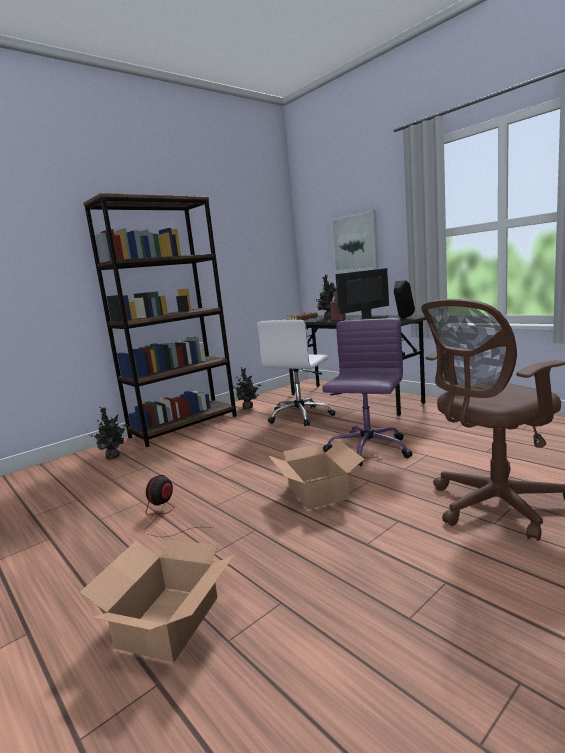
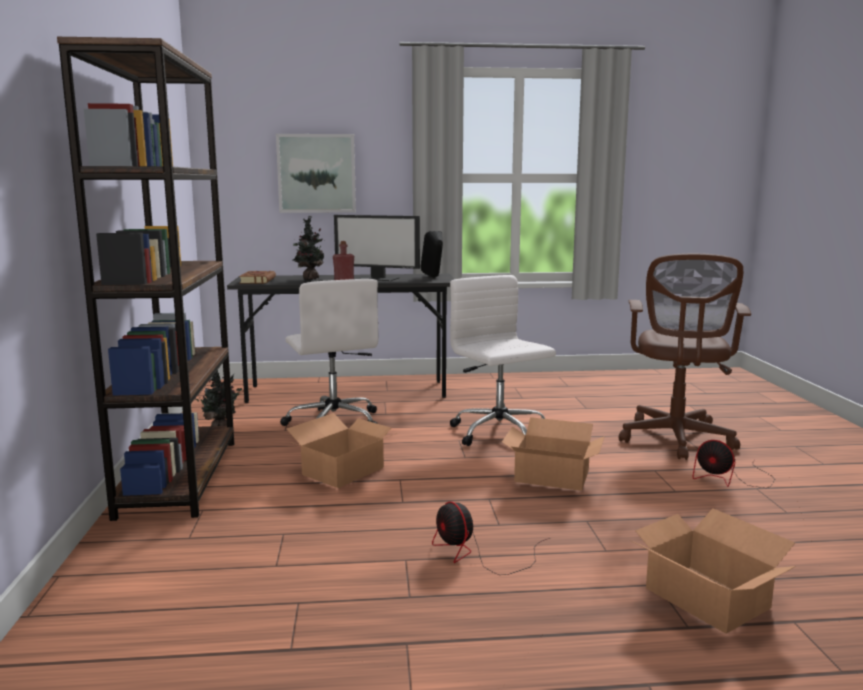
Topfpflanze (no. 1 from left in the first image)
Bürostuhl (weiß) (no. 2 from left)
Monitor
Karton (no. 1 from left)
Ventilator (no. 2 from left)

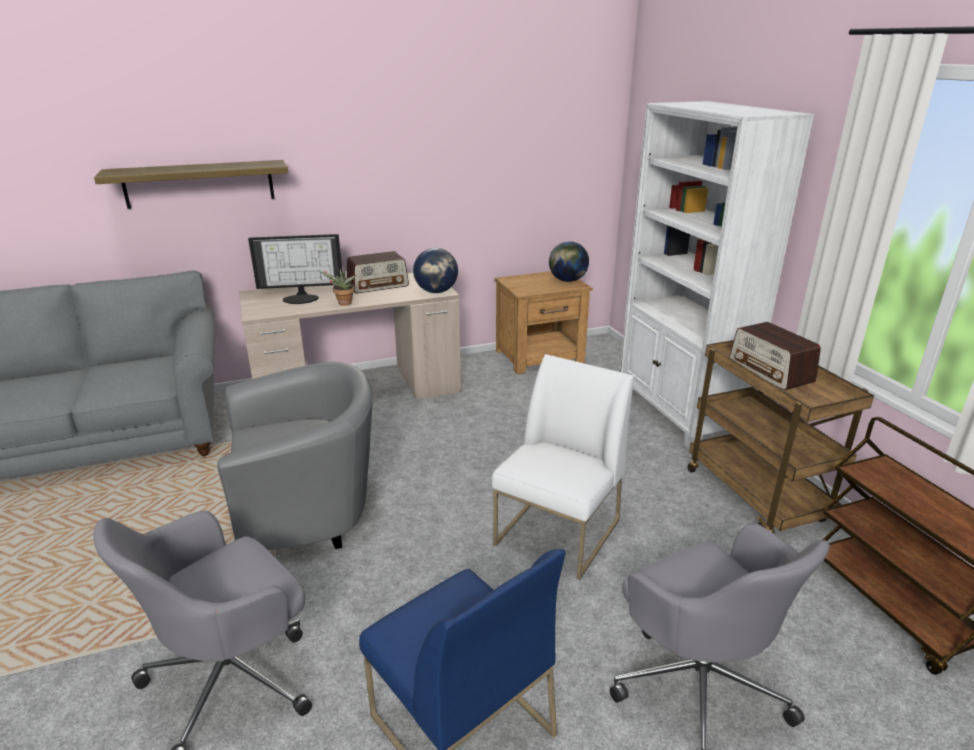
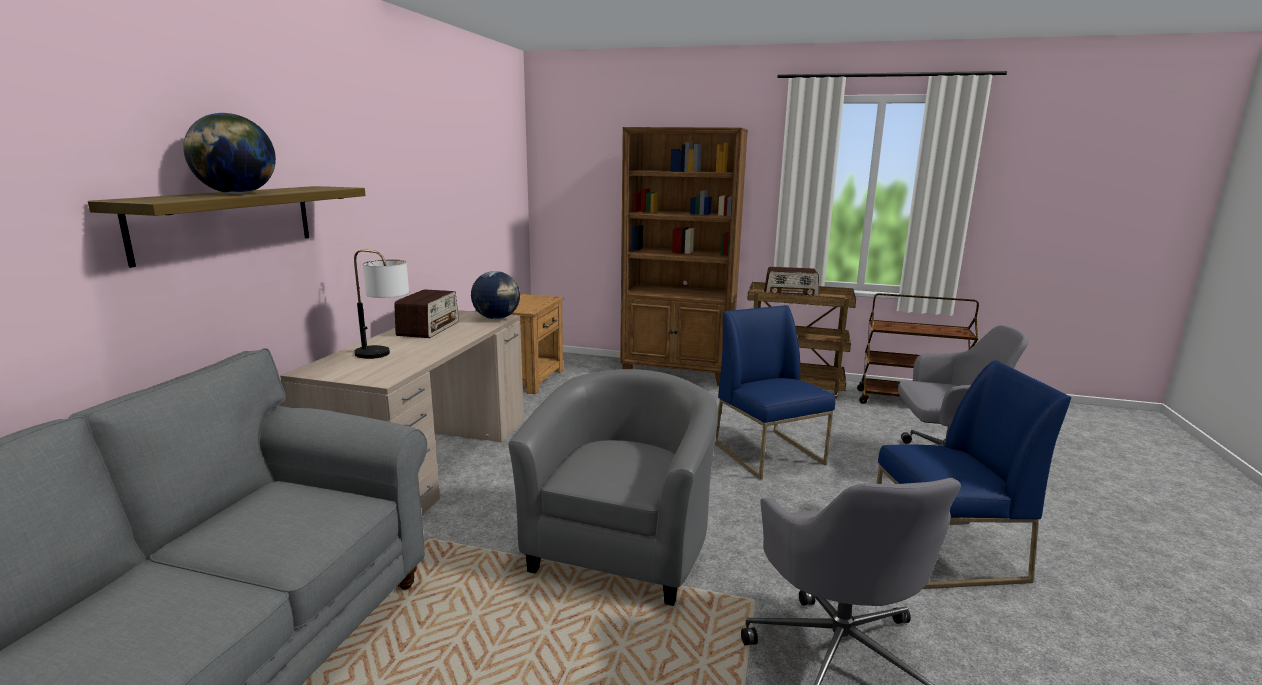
Tischlampe
Topfpflanze
Stuhl (blau) (no. 1 from left)
Globus (no. 1 from left)
Bücherregal (braun)

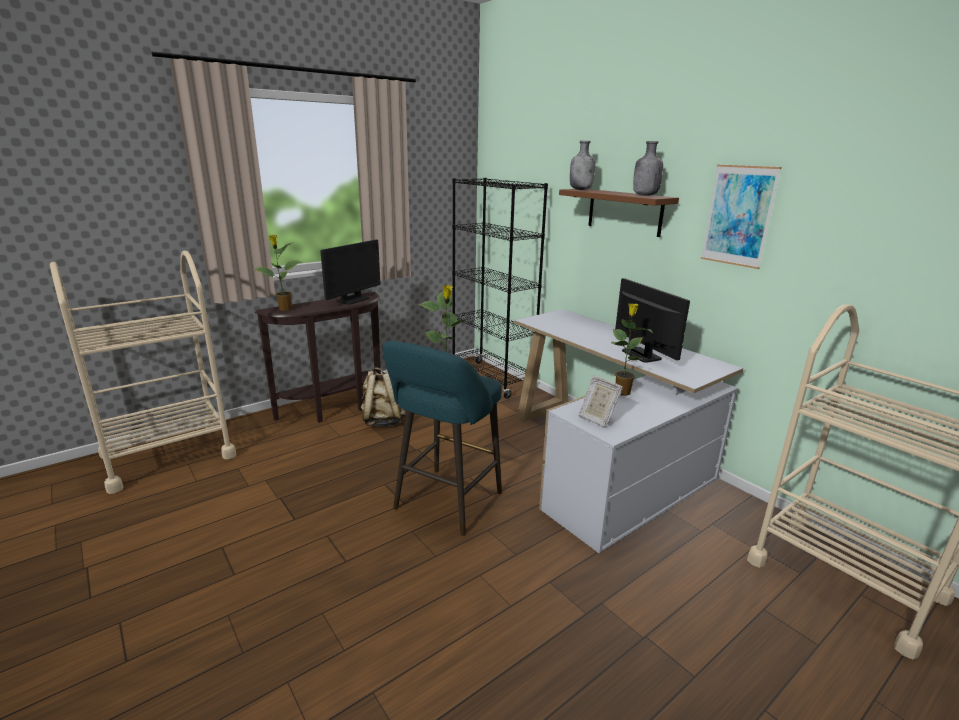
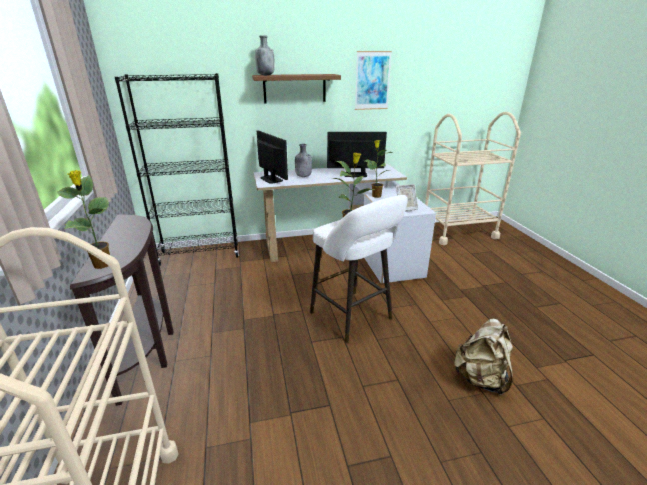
Monitor (no. 1 from left)
Rucksack (beige)
Hocker (weiß)
Flasche (grau) (no. 2 from left)

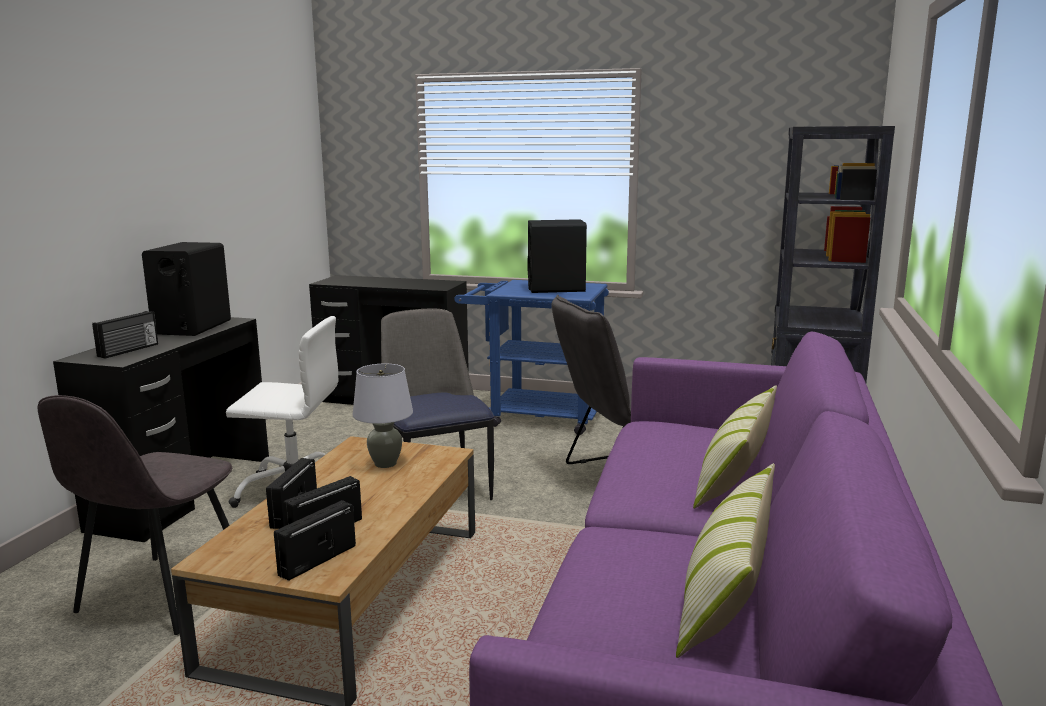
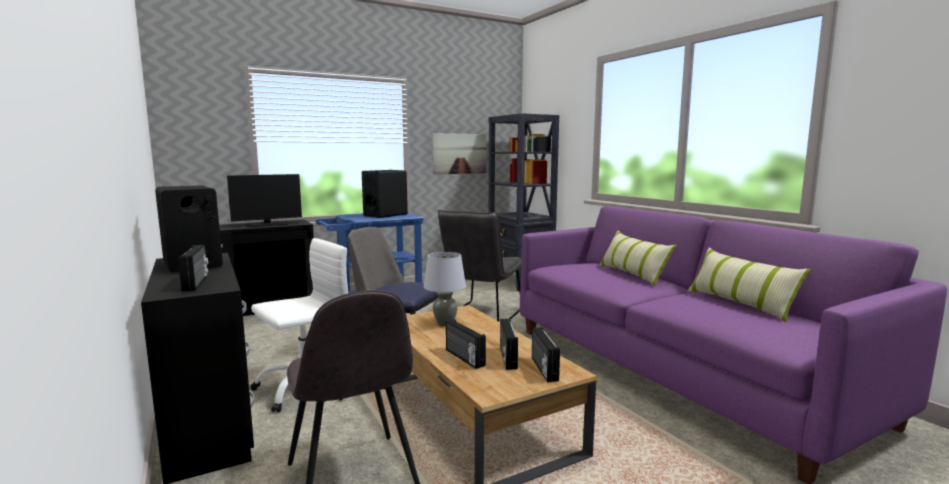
Monitor
Bild

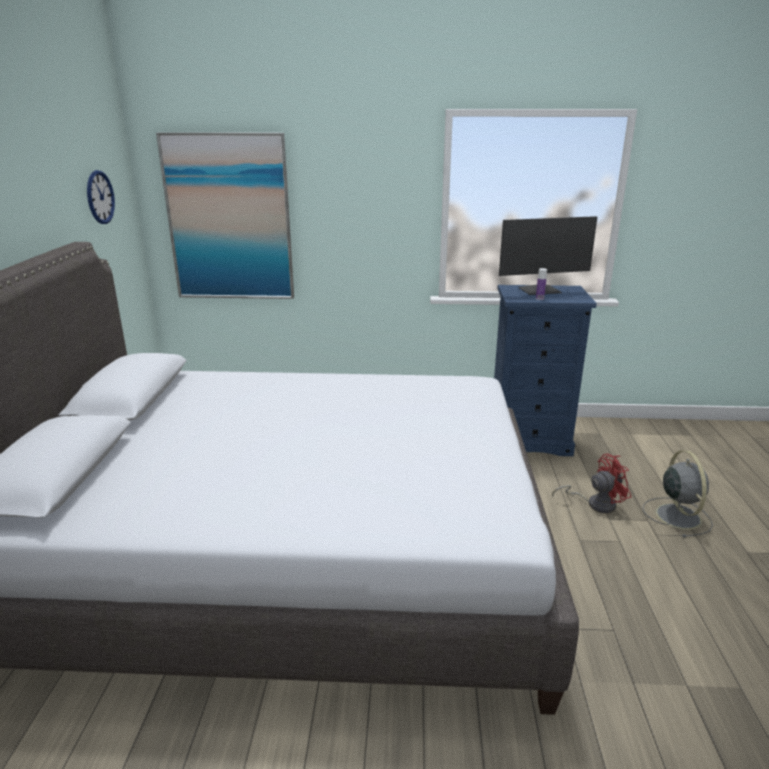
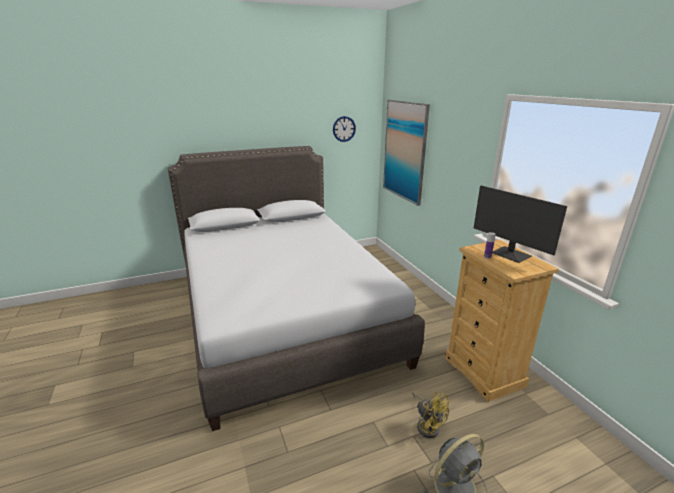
Kommode (beige)
Ventilator (gelb)

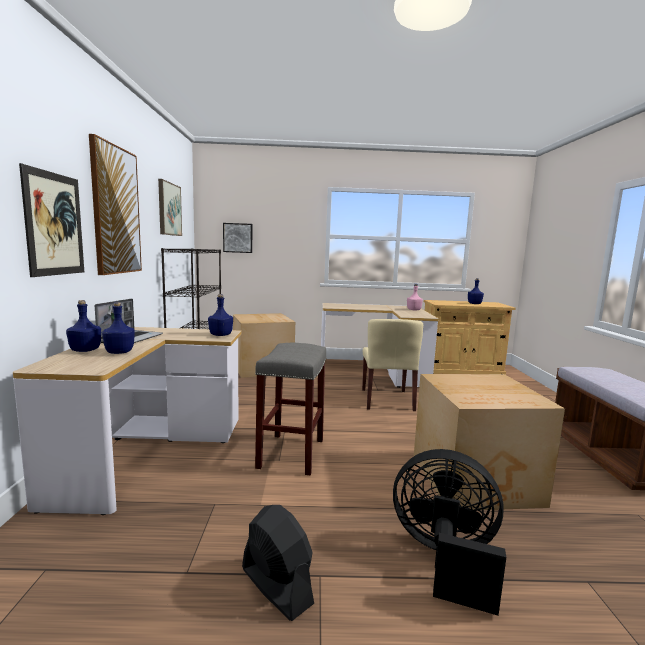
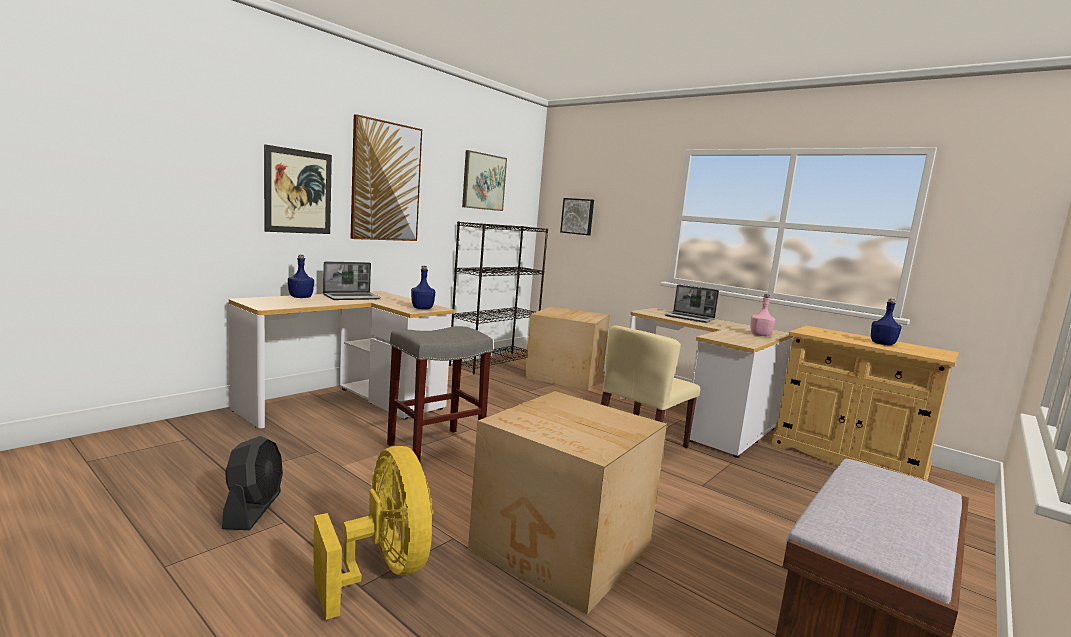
Flasche (blau) (no. 2 from left in the first image)
Ventilator (gelb)
Laptop (no. 2 from left)

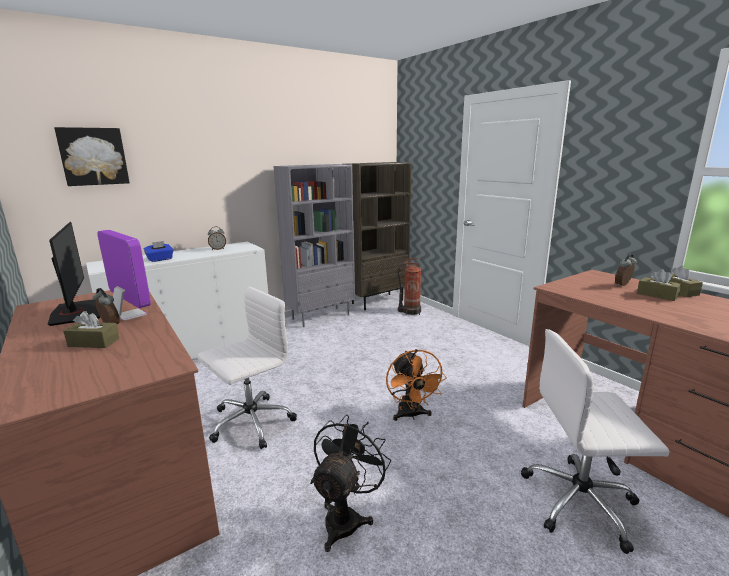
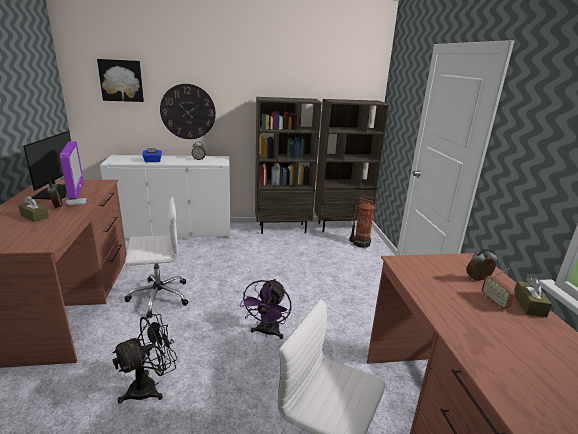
Bücherregal (braun) (no. 1 from left)
Ventilator (lila)
Radio
Wanduhr

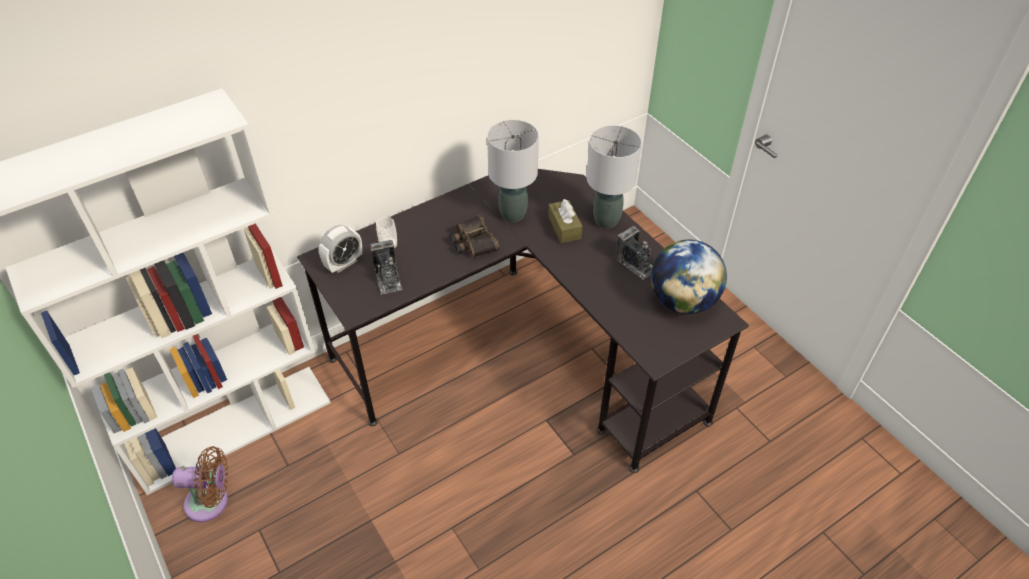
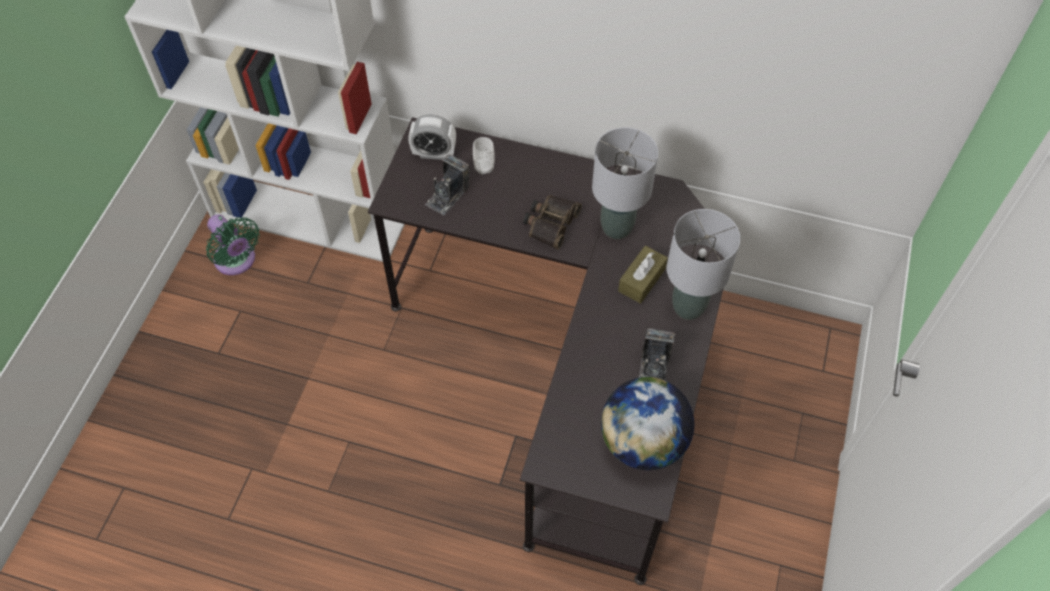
Ventilator (grün)

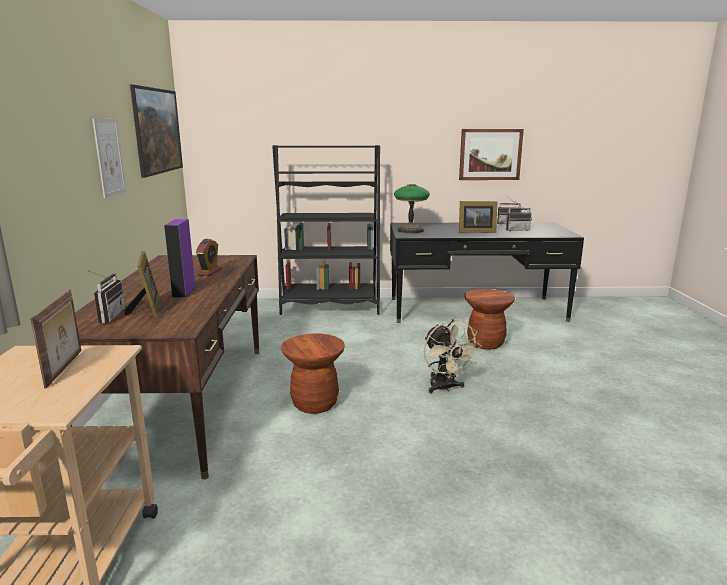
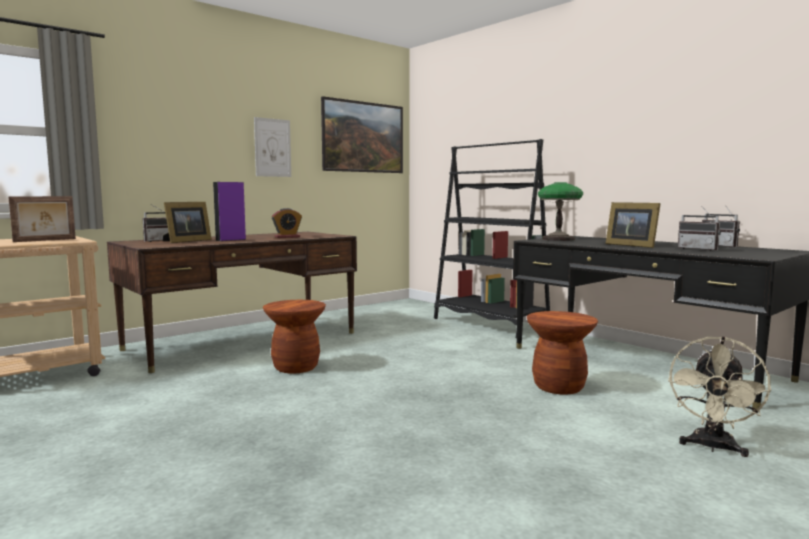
Ventilator (beige)
Bild (no. 3 from left in the first image)

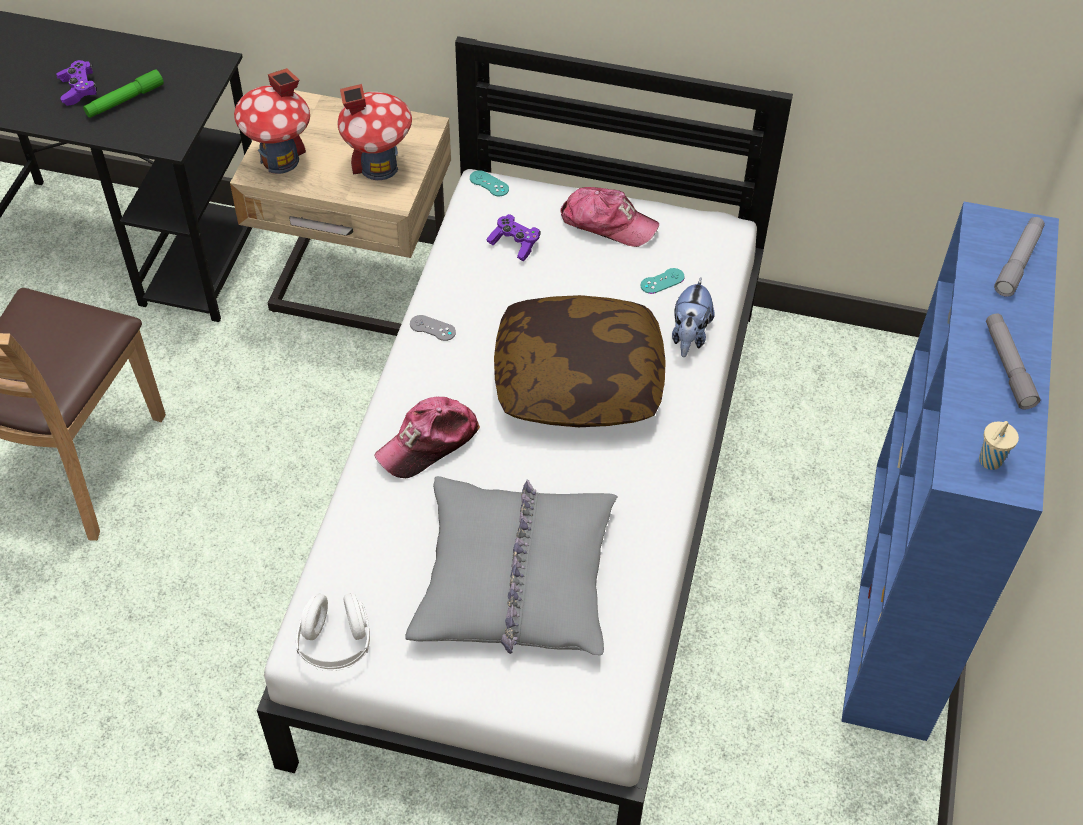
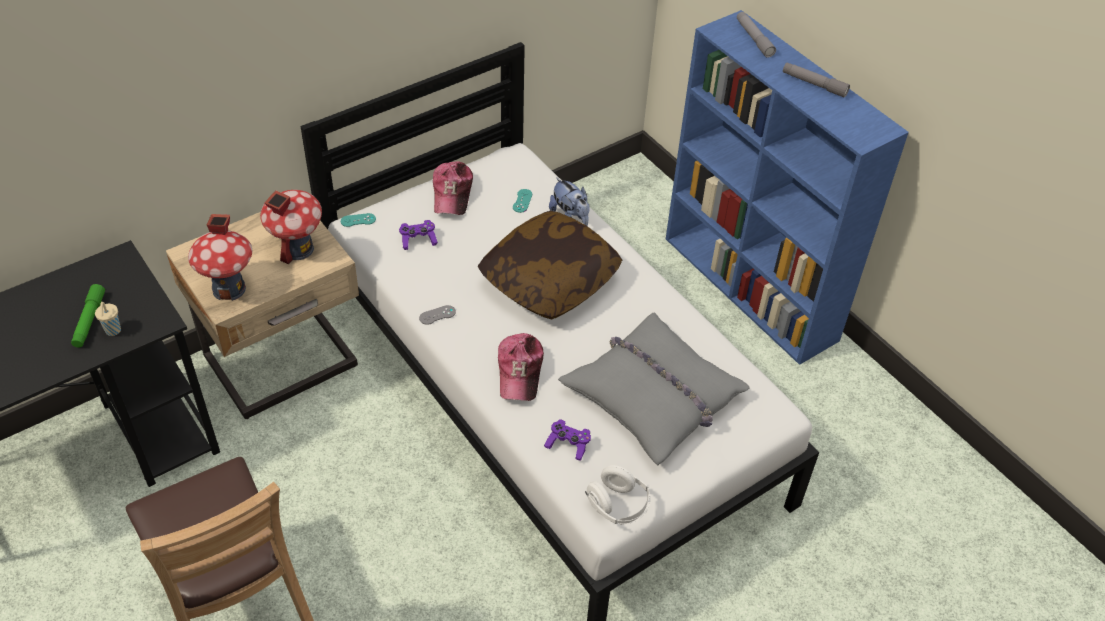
Gamepad (lila) (no. 2 from left)
Kappe (no. 1 from left)
Tasse (beige)

